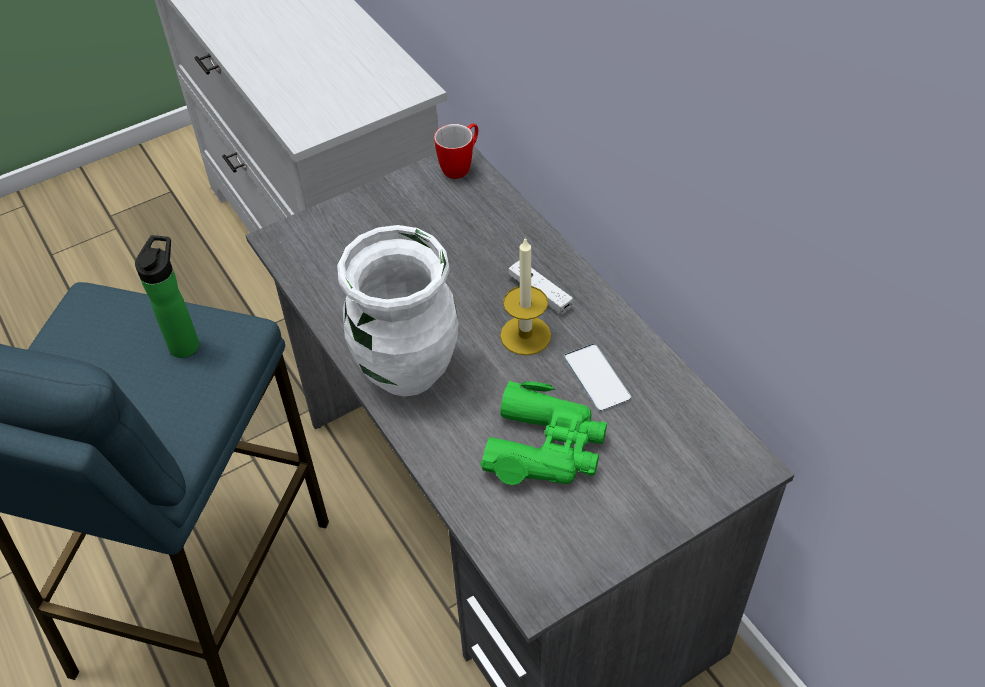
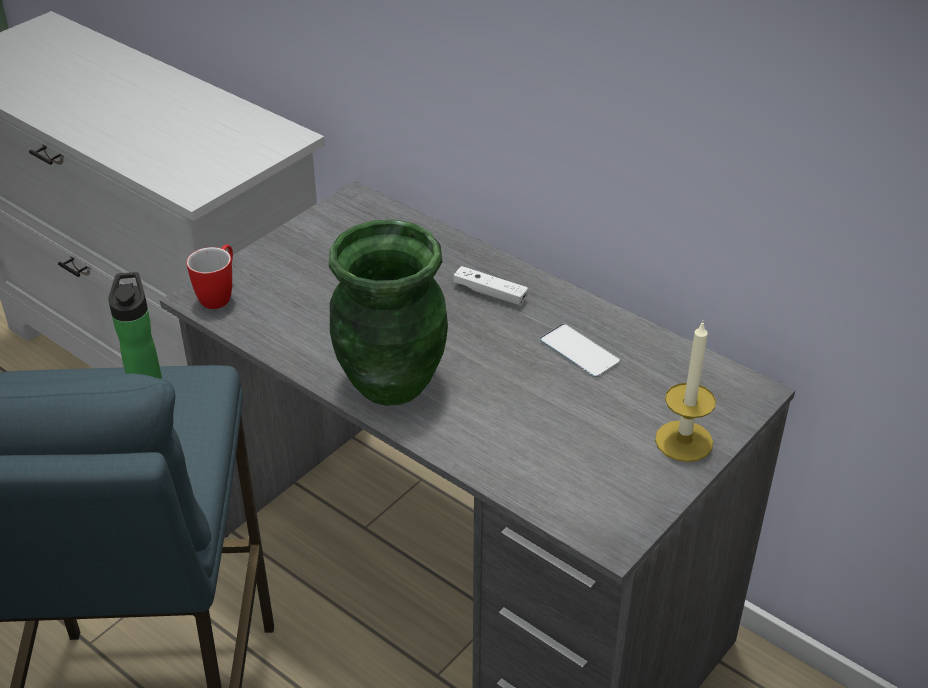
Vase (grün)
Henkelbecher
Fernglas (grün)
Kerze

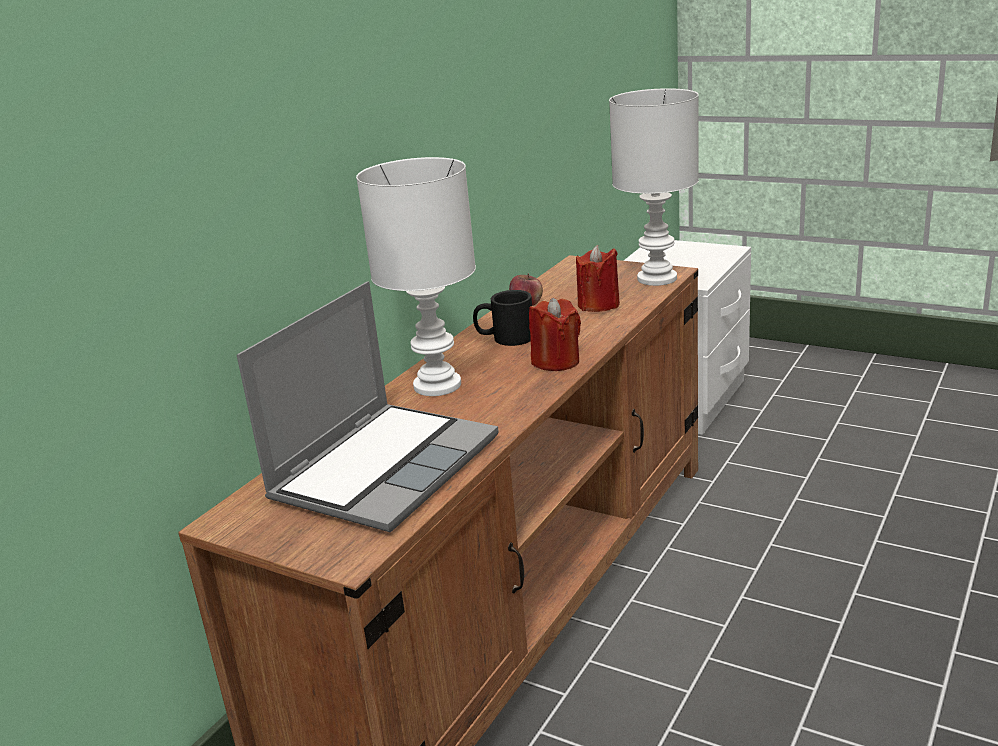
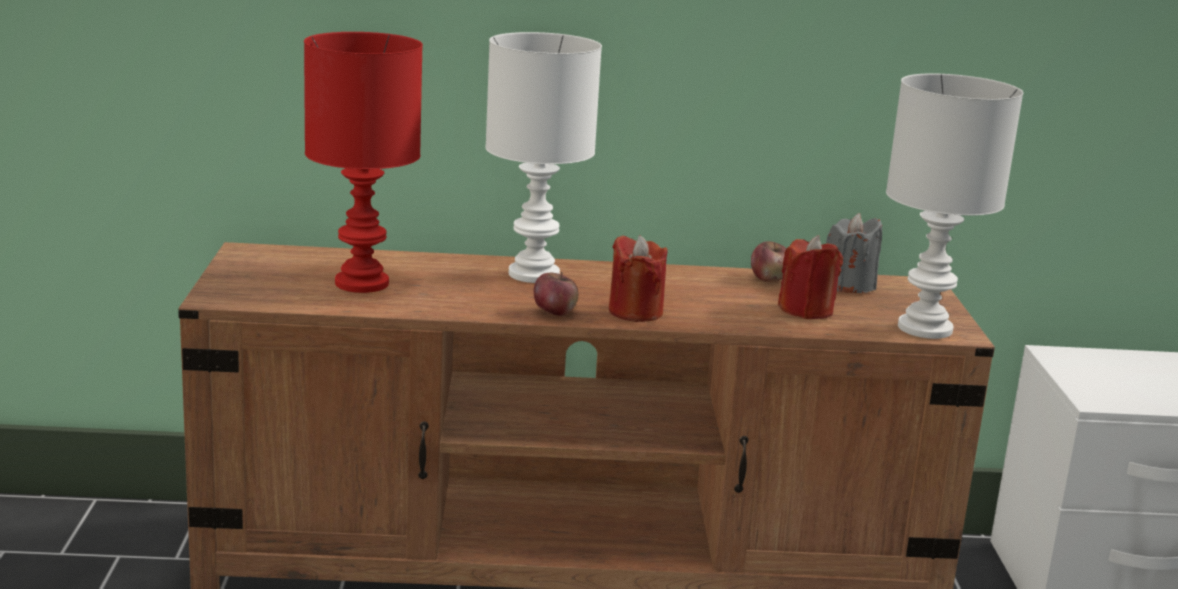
Tischlampe (rot)
Henkelbecher (schwarz)
Apfel (no. 1 from left)
Kerze (grau)

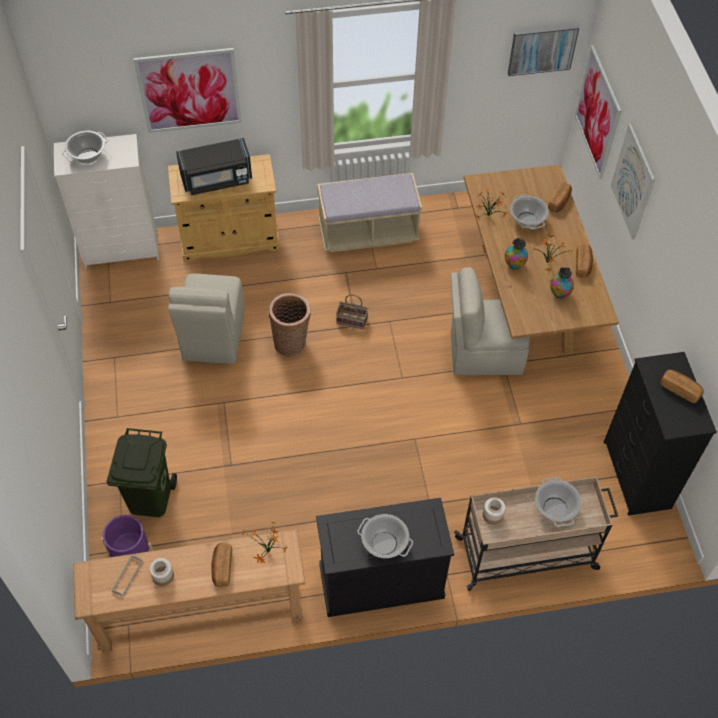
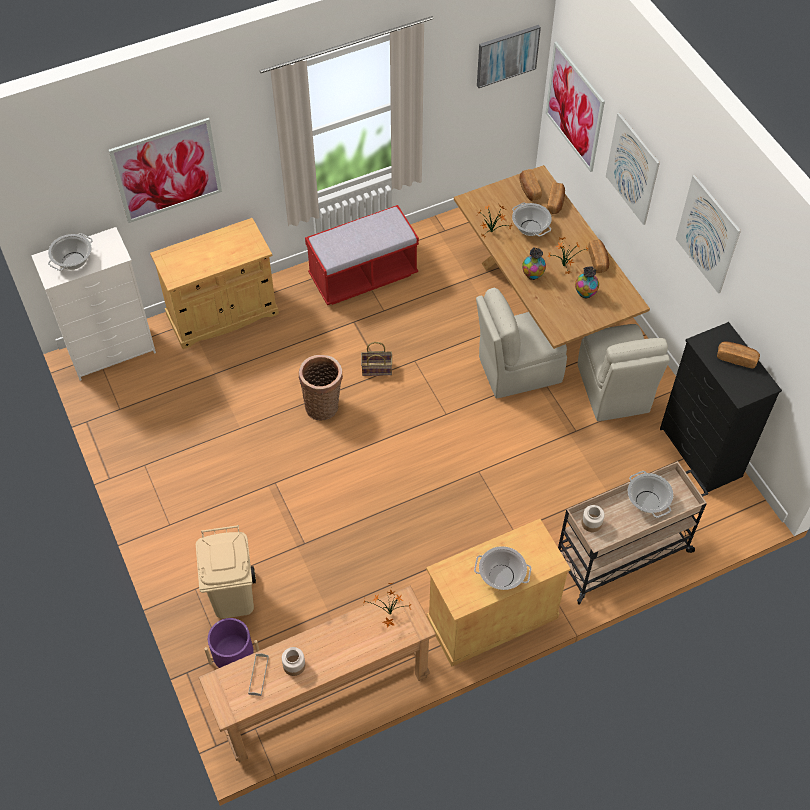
Mülleimer (beige)
Stuhl (beige) (no. 2 from left)
Mikrowelle (schwarz)
Brot (no. 1 from left)
Schrank (beige) (no. 2 from left)
Bank (rot)
Bild (no. 5 from left)

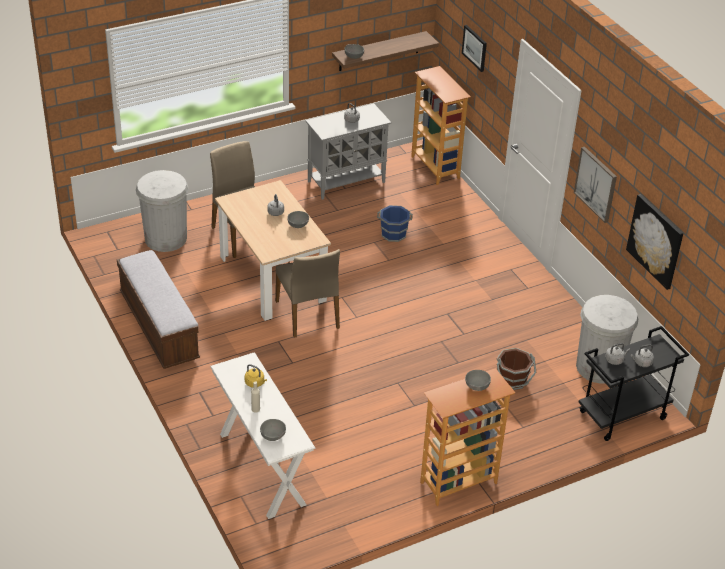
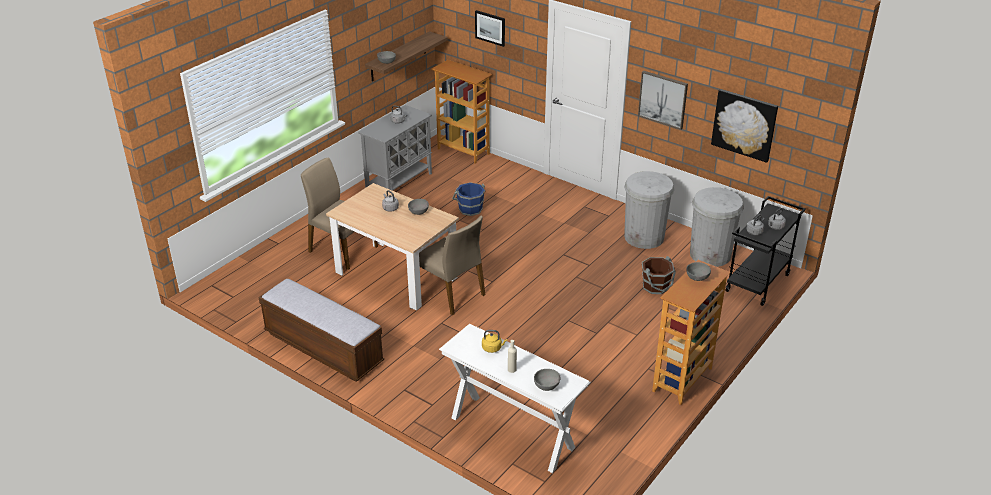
Mülleimer (weiß) (no. 1 from left)

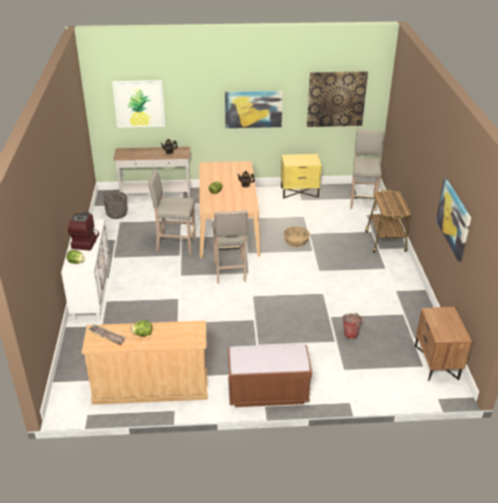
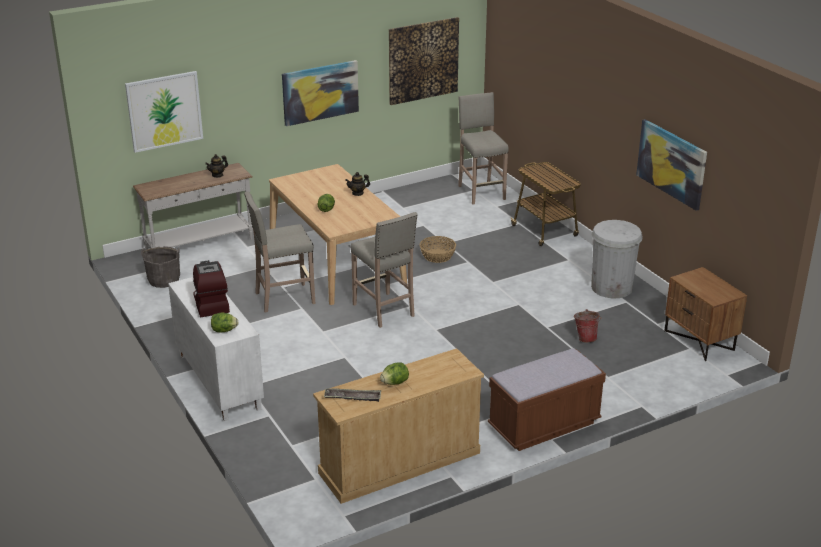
Nachttisch (gelb)
Mülleimer (weiß)

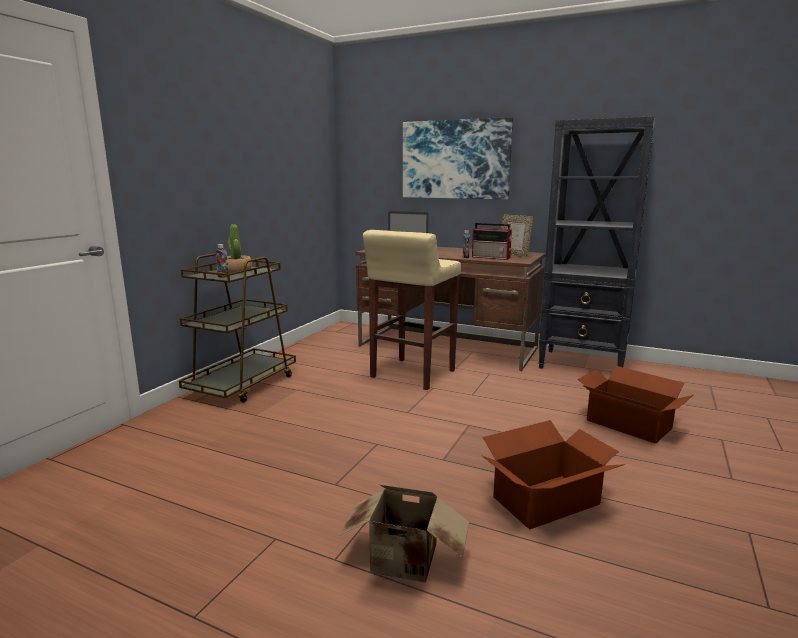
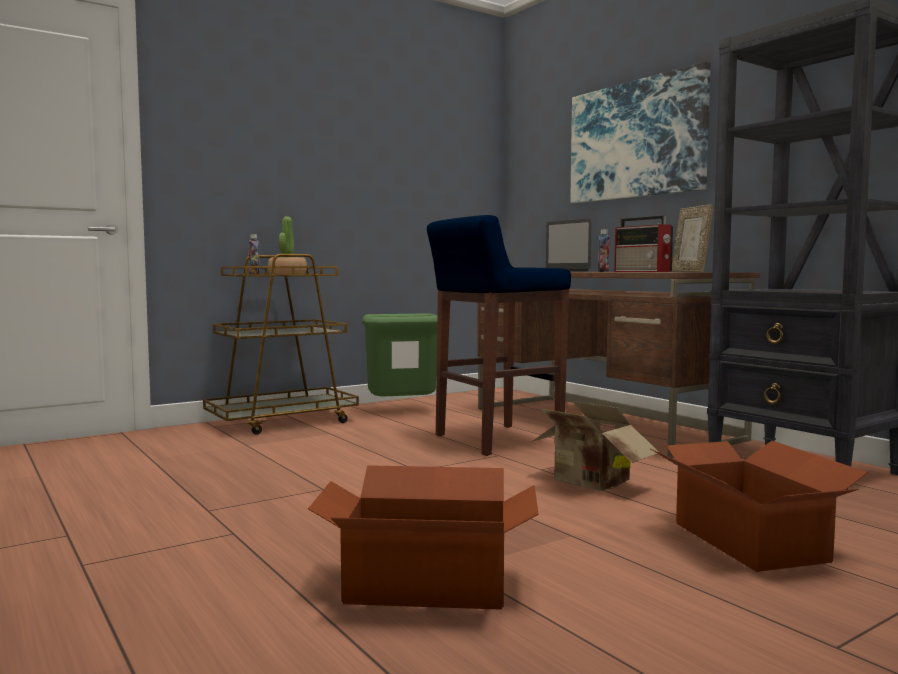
Karton (no. 2 from left)
Hocker (blau)
Mülleimer (grün)

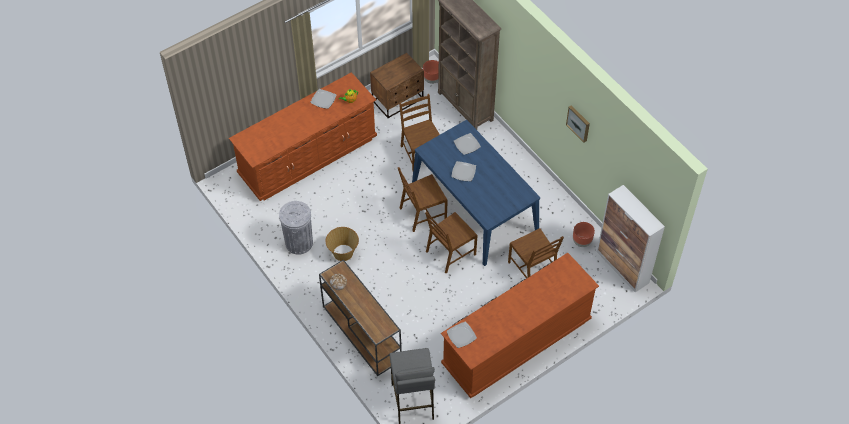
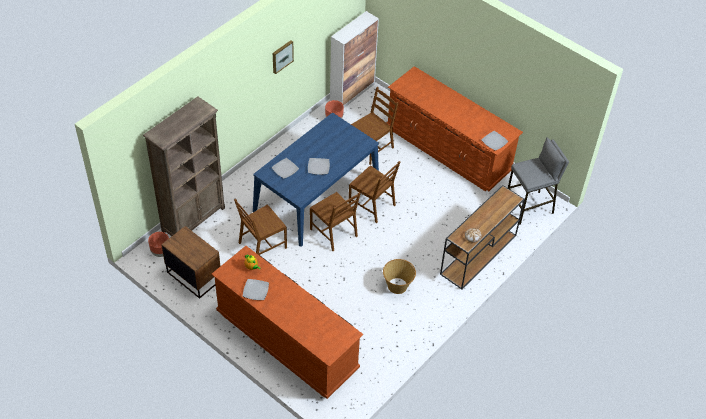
Mülleimer (grau)

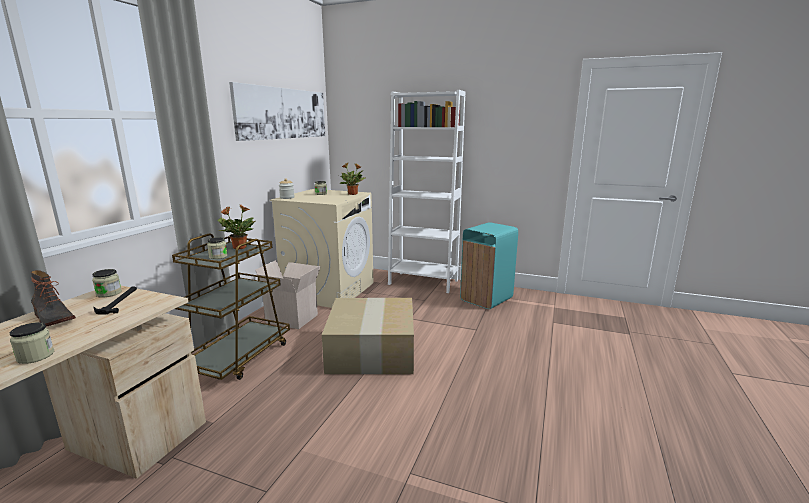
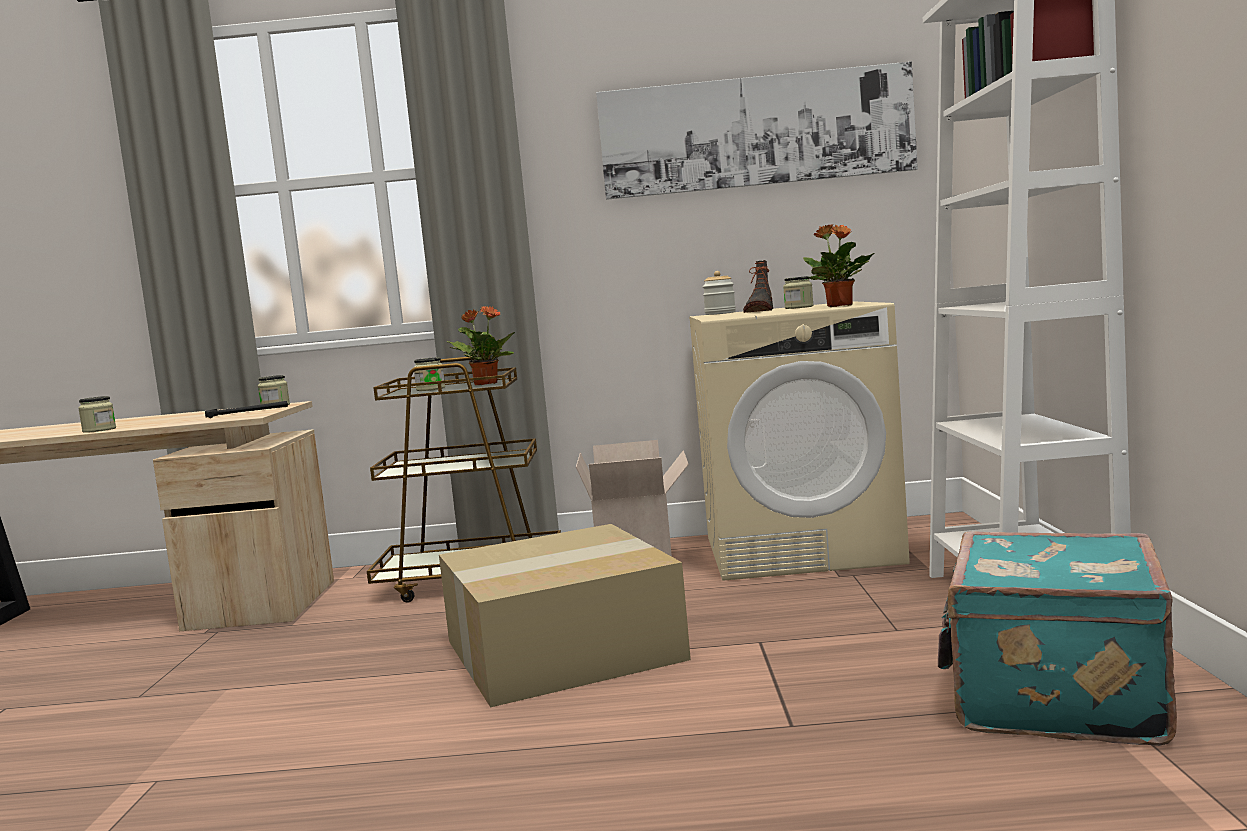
Stiefel
Koffer (türkis)

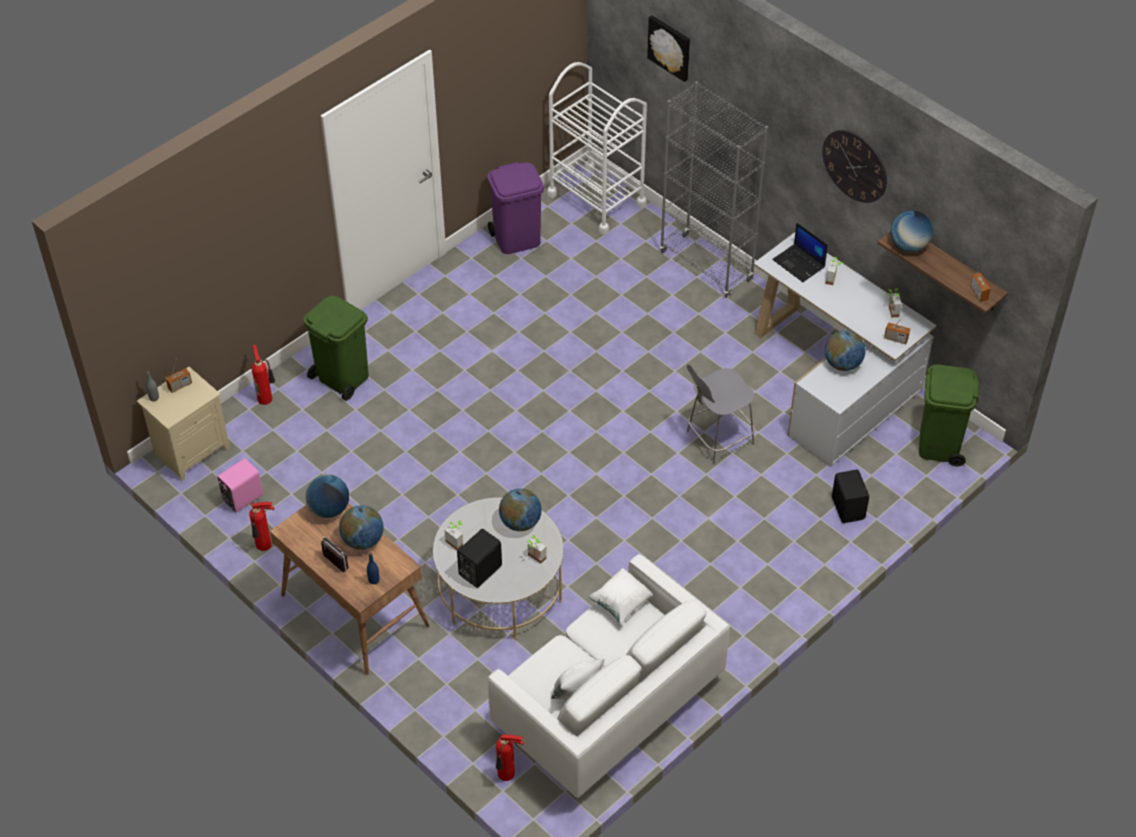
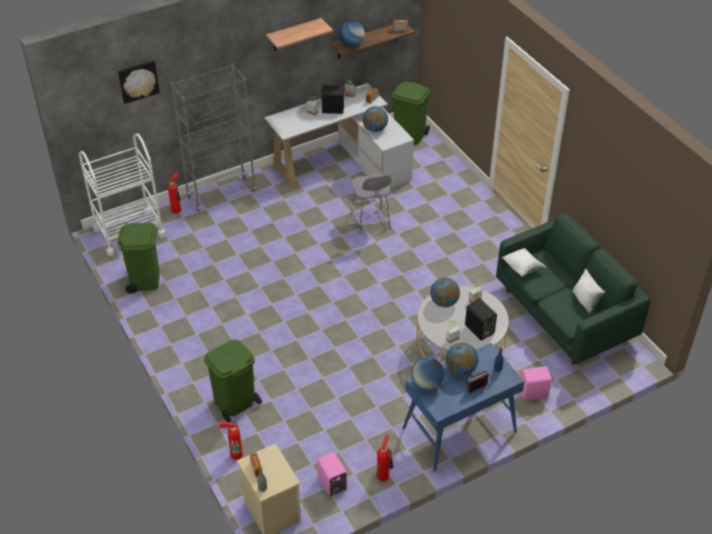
Schreibtisch (blau)
Mülleimer (grün) (no. 1 from left)
Sofa (grün)
Feuerlöscher (no. 1 from left)
Laptop
Wandregal (no. 1 from left)
Lautsprecher (schwarz) (no. 1 from left)
Lautsprecher (rosa) (no. 2 from left)

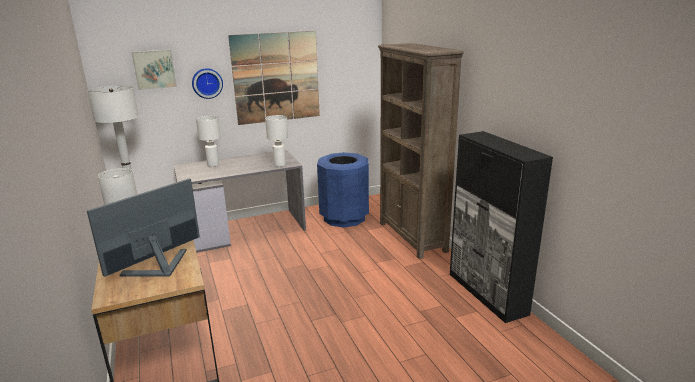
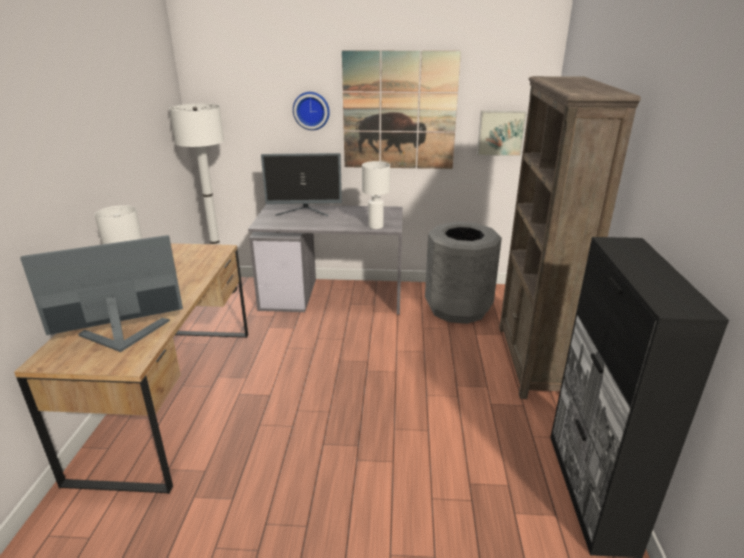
Bild (no. 2 from left)
Monitor (no. 2 from left)
Mülleimer (grau)

